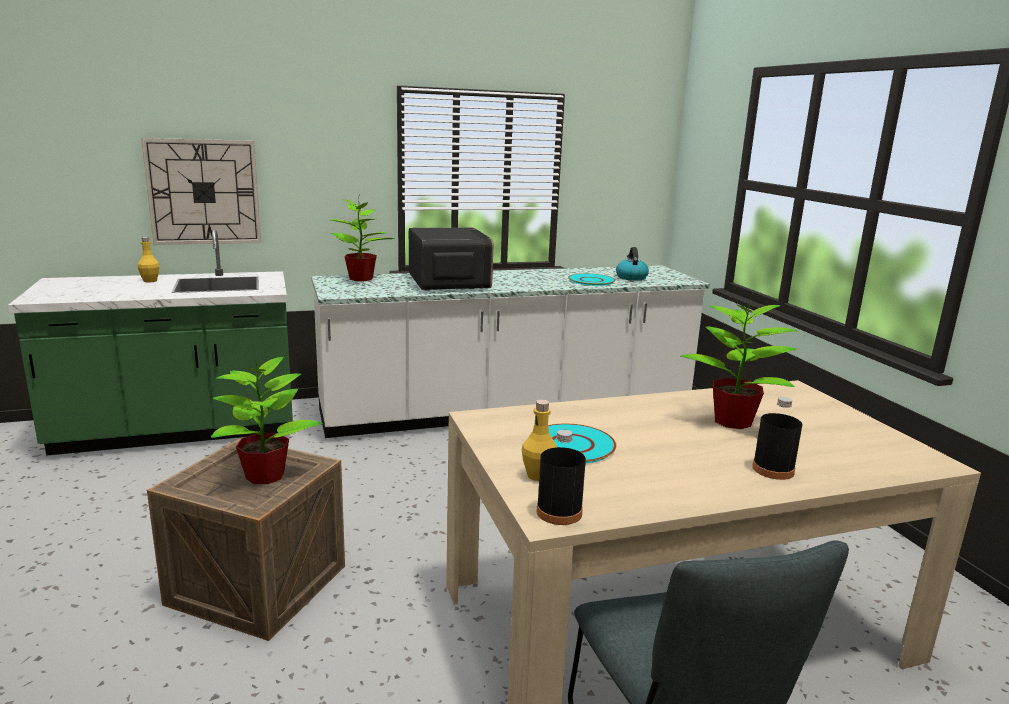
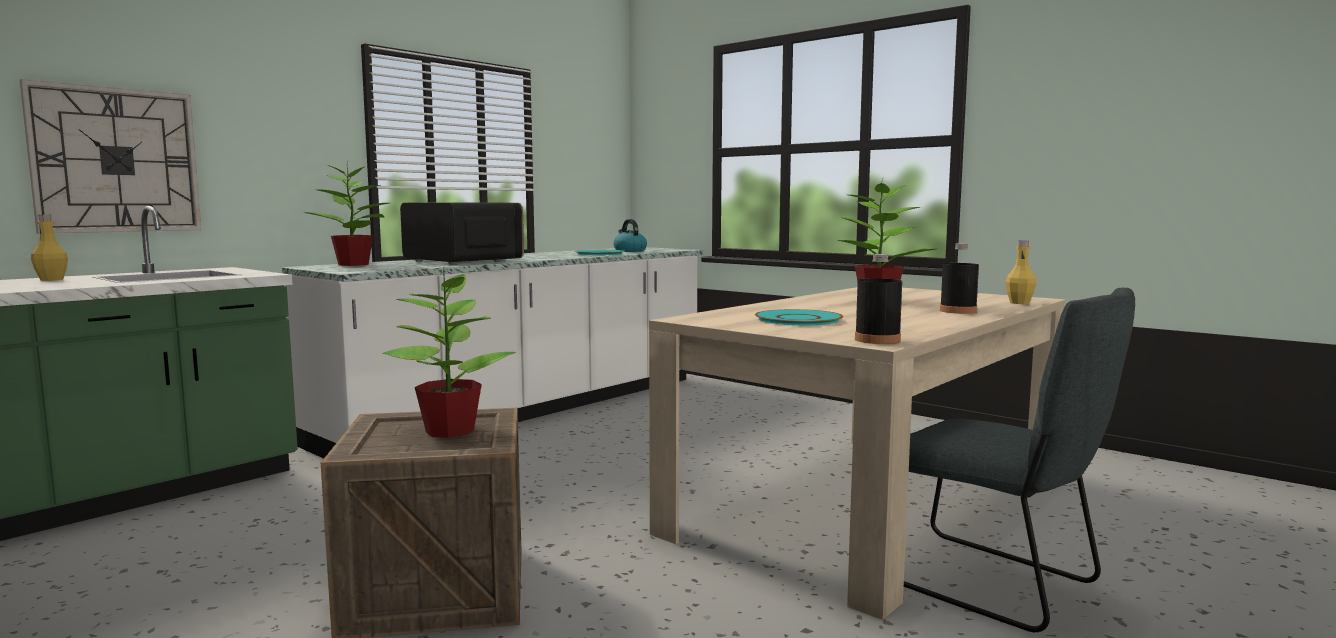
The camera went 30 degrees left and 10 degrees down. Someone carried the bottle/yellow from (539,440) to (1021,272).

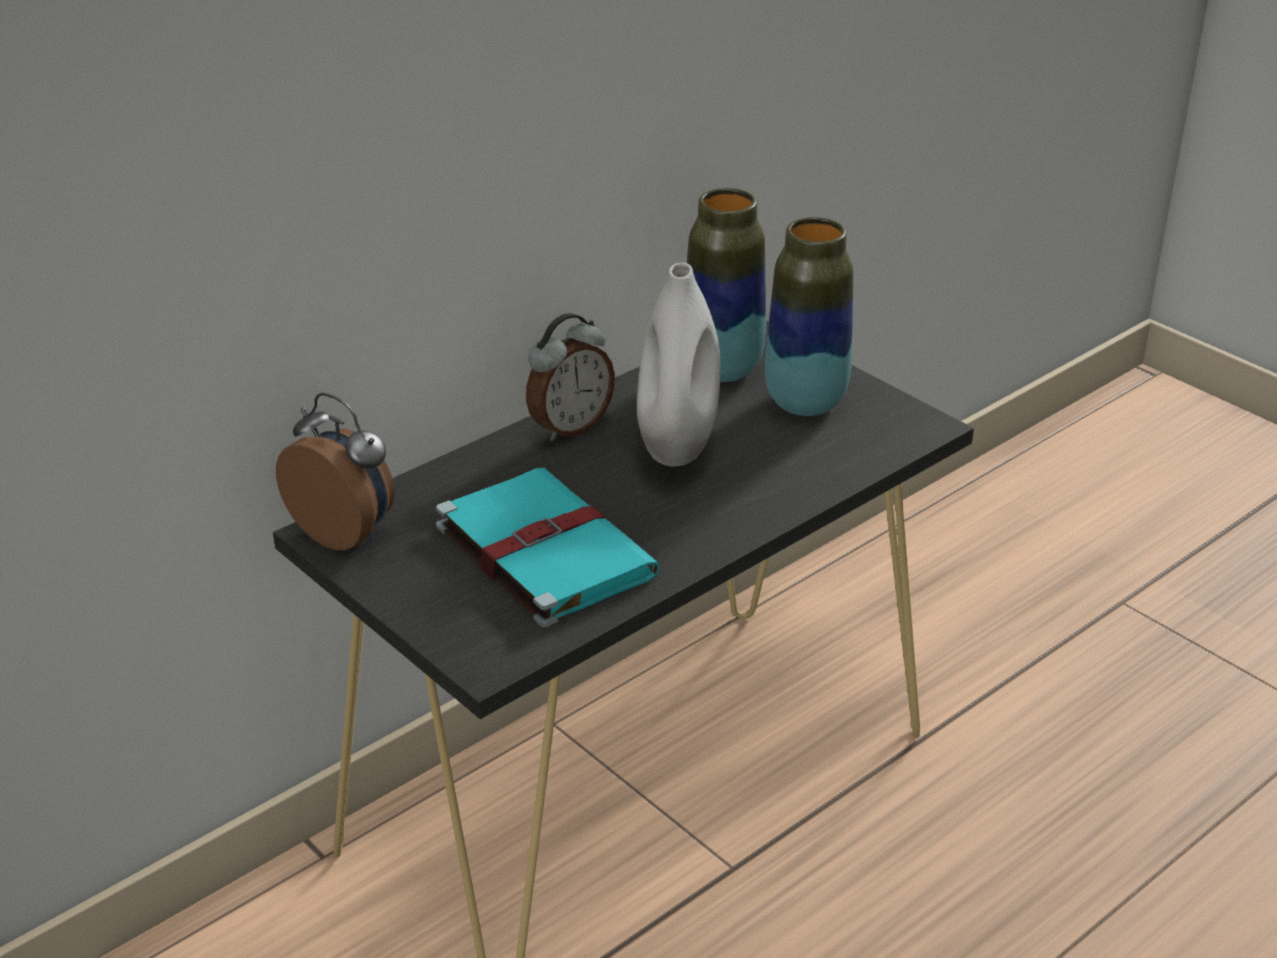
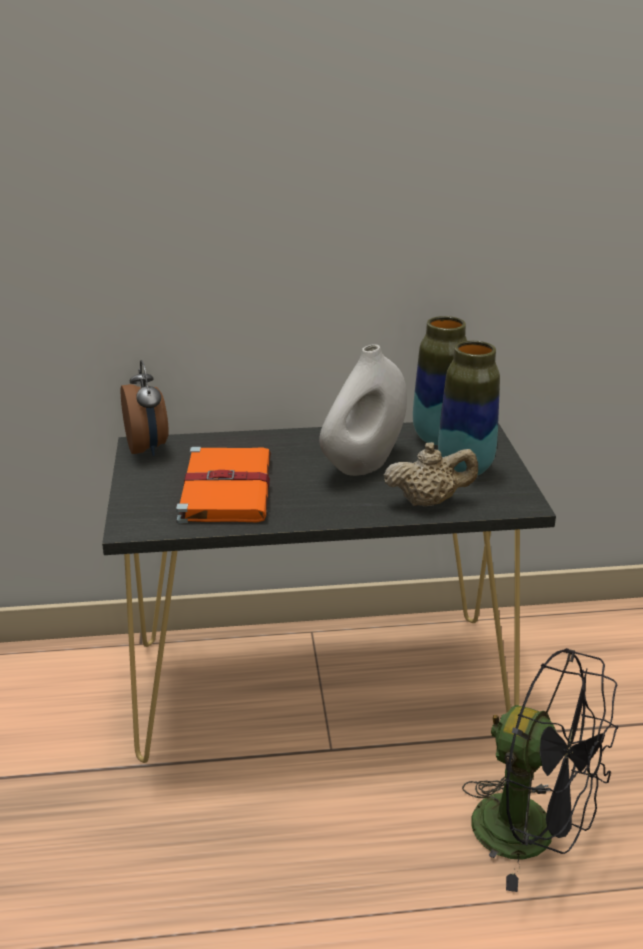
The camera went 35 degrees right and 5 degrees down. Someone took away the alarm clock at (570,377). Someone repainted the book/turquoise at (548,547), which became the book/orange at (223,485). Someone put down the teapot/beige at (431,474). Someone put down the fan/black at (540,770).

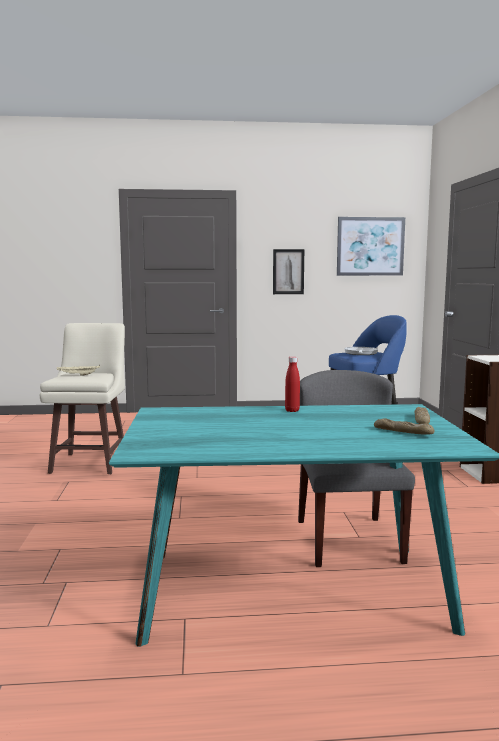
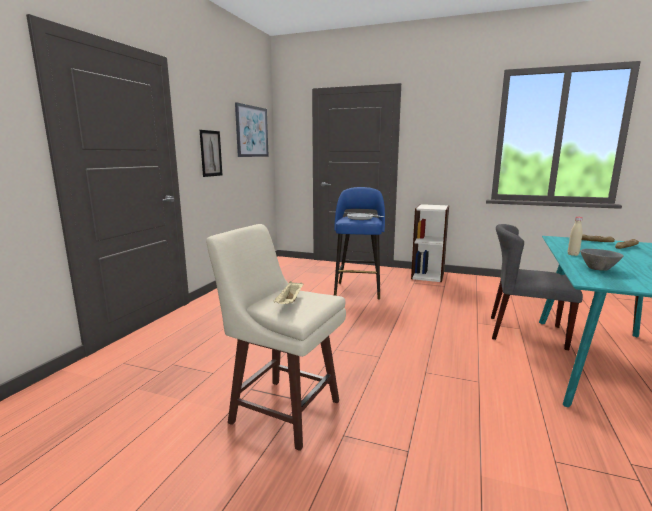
The camera went 65 degrees left and 5 degrees up. Someone repainted the bottle/red at (292,384), which became the bottle/beige at (575,236). Someone put down the bowl/grey at (602,260).

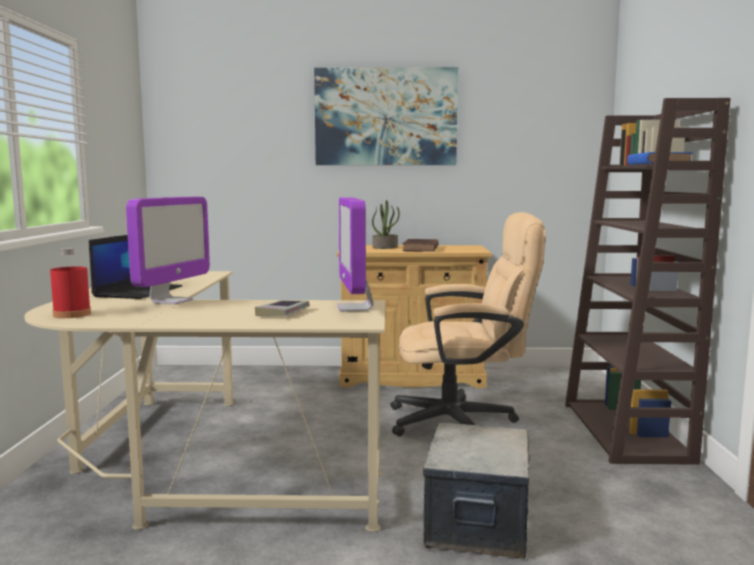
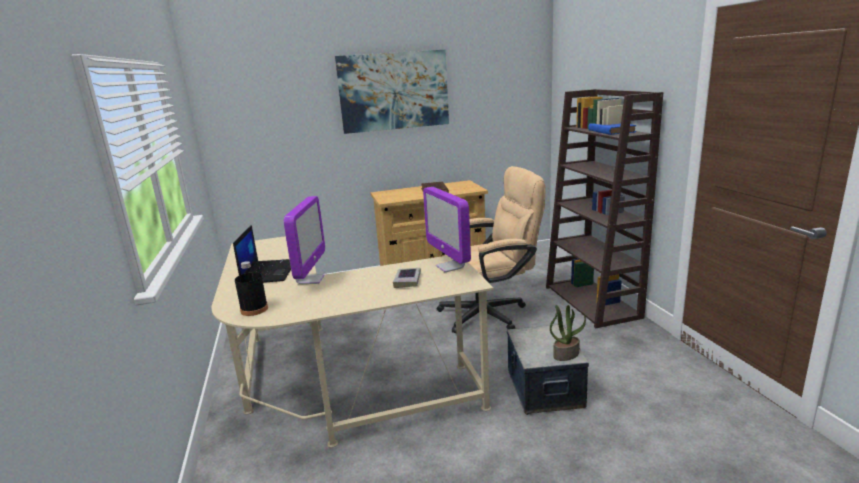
The camera went 15 degrees left and 10 degrees up. Someone carried the potted plant from (386,224) to (568,333). Someone repainted the bottle/red at (70,283), which became the bottle/black at (251,288).

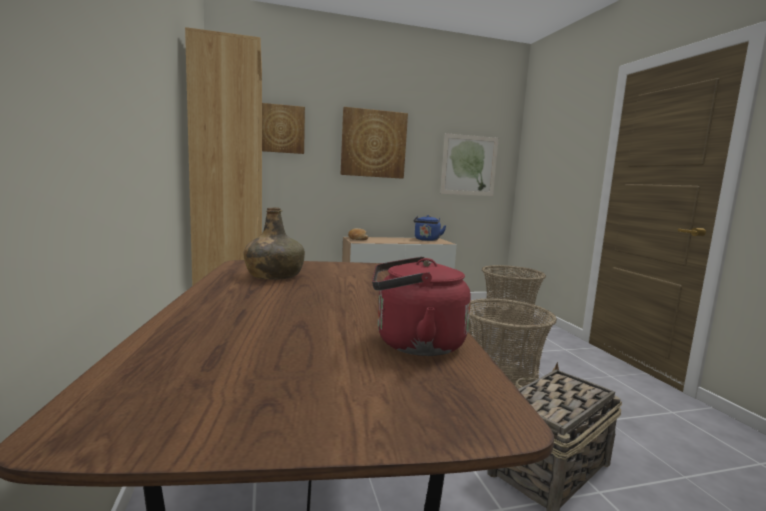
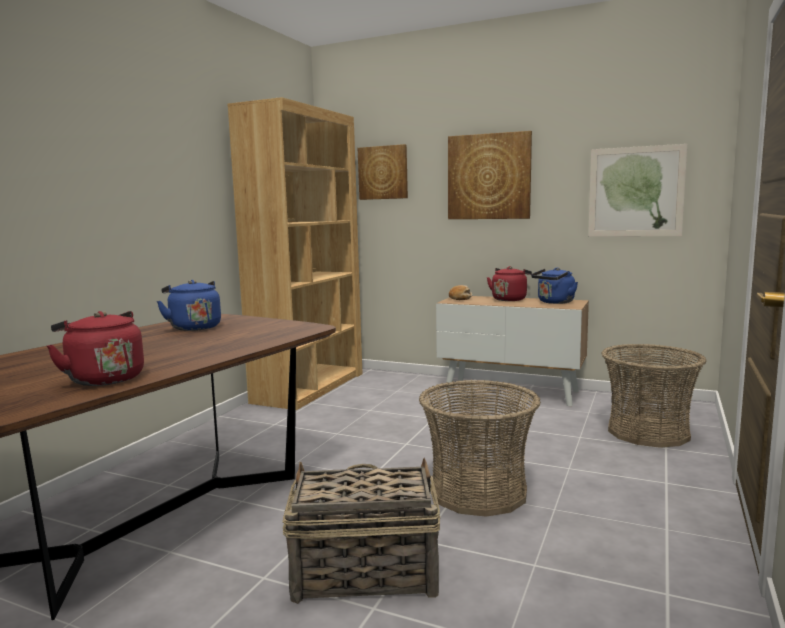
The camera went 40 degrees right and 0 degrees up. Someone swapped the bottle/green at (274,244) for the kettle/blue at (189,305). Someone put down the kettle/red at (509,283).

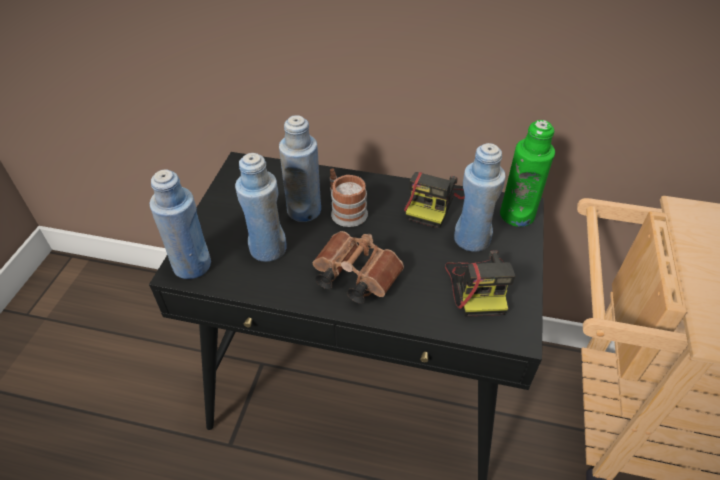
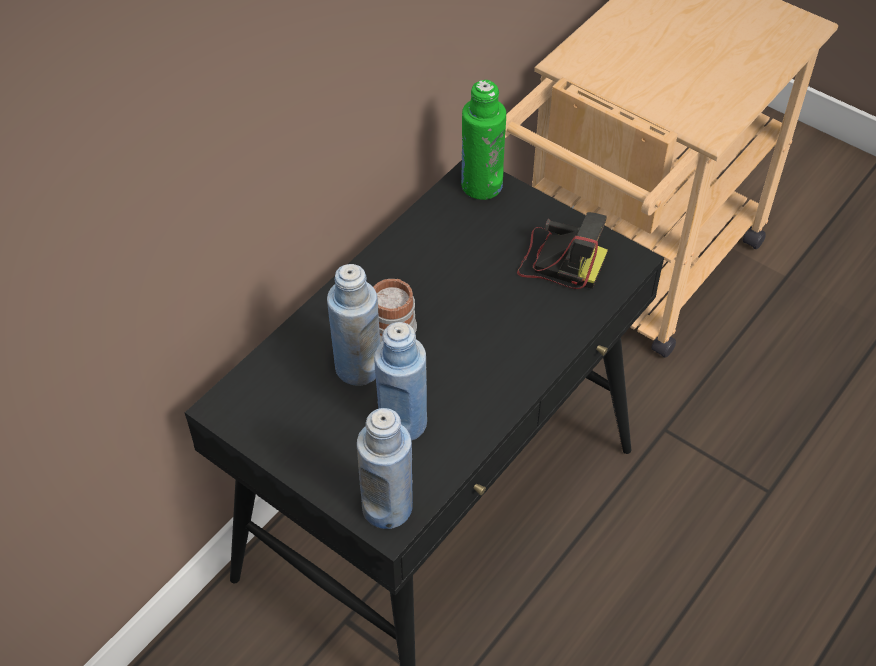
The camera went 65 degrees left and 5 degrees up. Someone took away the bottle/blue at (480,197). Someone took away the photo camera at (434,200). Someone took away the binoculars/brown at (358,267).

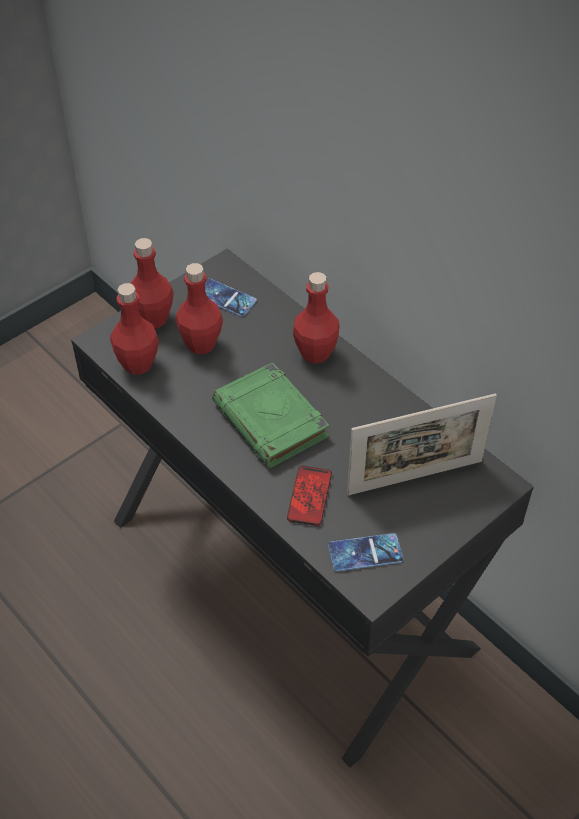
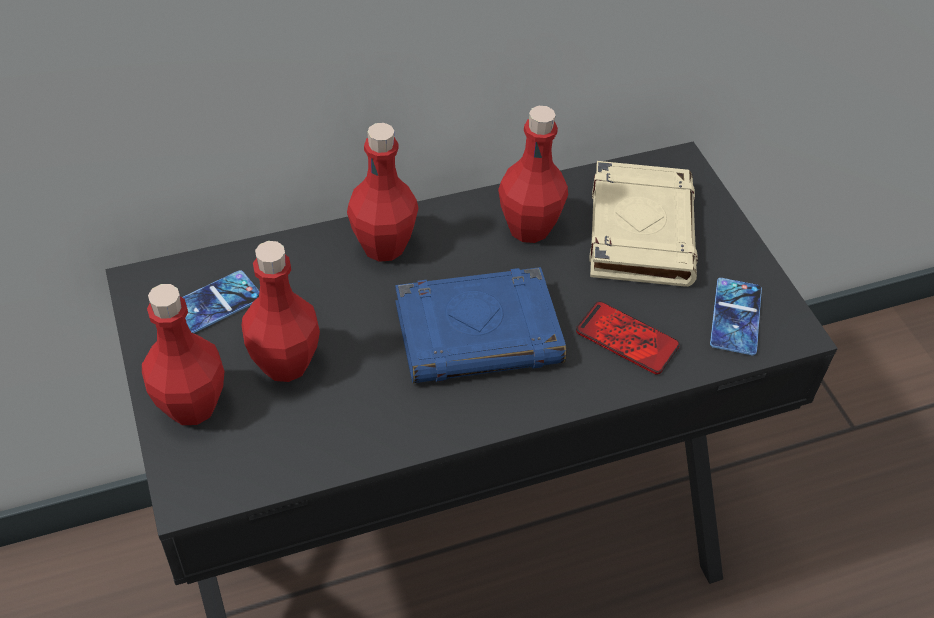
The camera went 70 degrees left and 0 degrees up. Someone carried the bottle/red from (134,328) to (533,174). Someone repainted the book/green at (271,415), which became the book/blue at (481,325). Someone swapped the picture frame at (422,444) for the book/beige at (643,224).

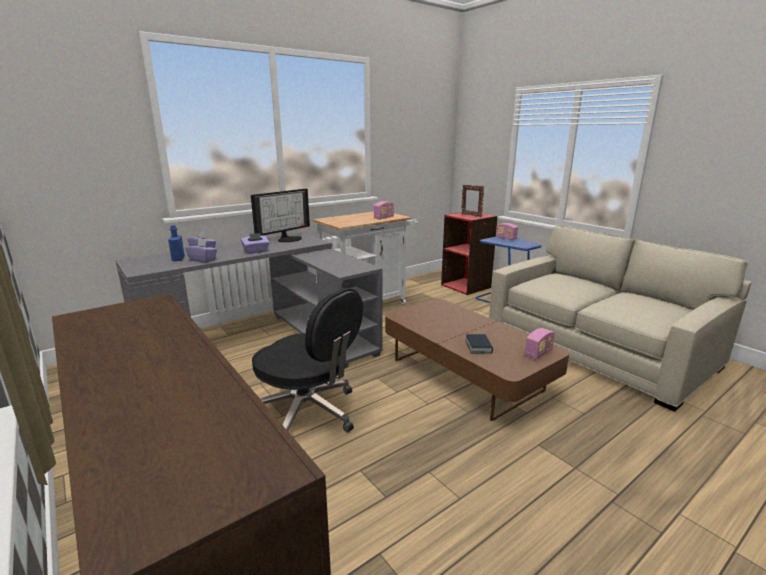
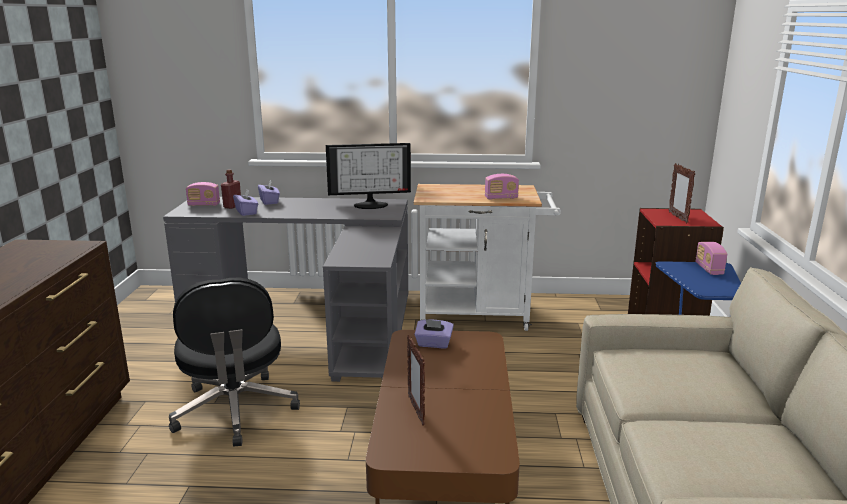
The camera went 40 degrees right and 0 degrees up. Someone repainted the bottle/blue at (176,243), which became the bottle/red at (231,189). Someone carried the tissue box/purple from (255,243) to (434,333). Someone carried the radio from (540,343) to (203,194). Someone swapped the book at (479,344) for the picture frame at (416,380).

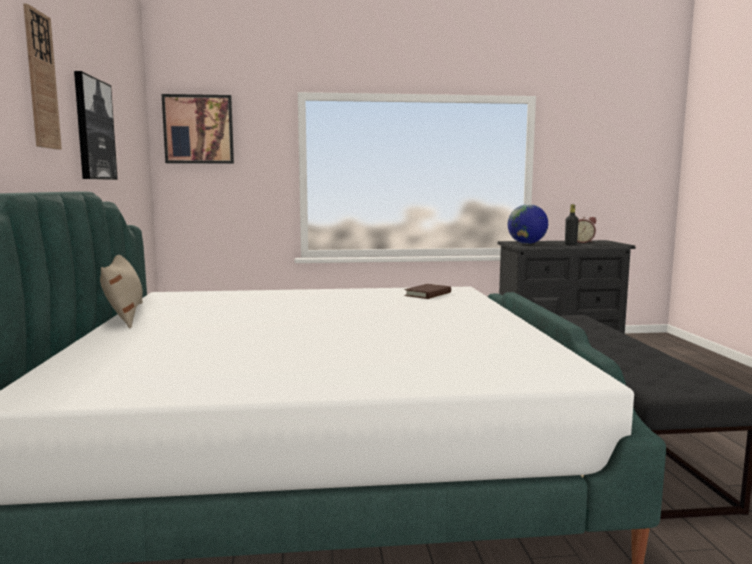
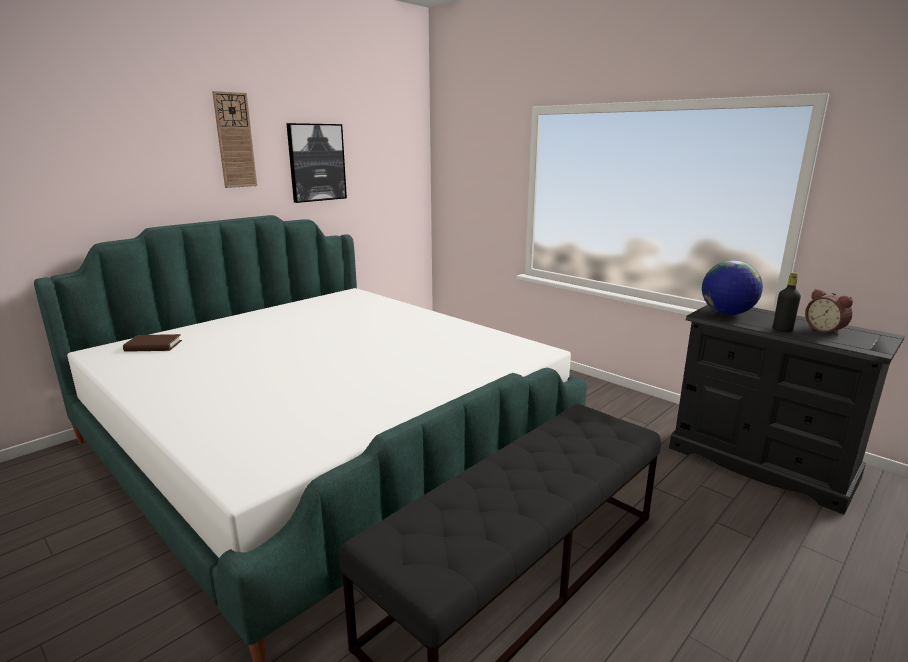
The camera went 50 degrees right and 10 degrees up. Someone took away the picture at (198,129). Someone took away the pillow/beige at (121,292). Someone carried the book/brown from (428,291) to (152,343).

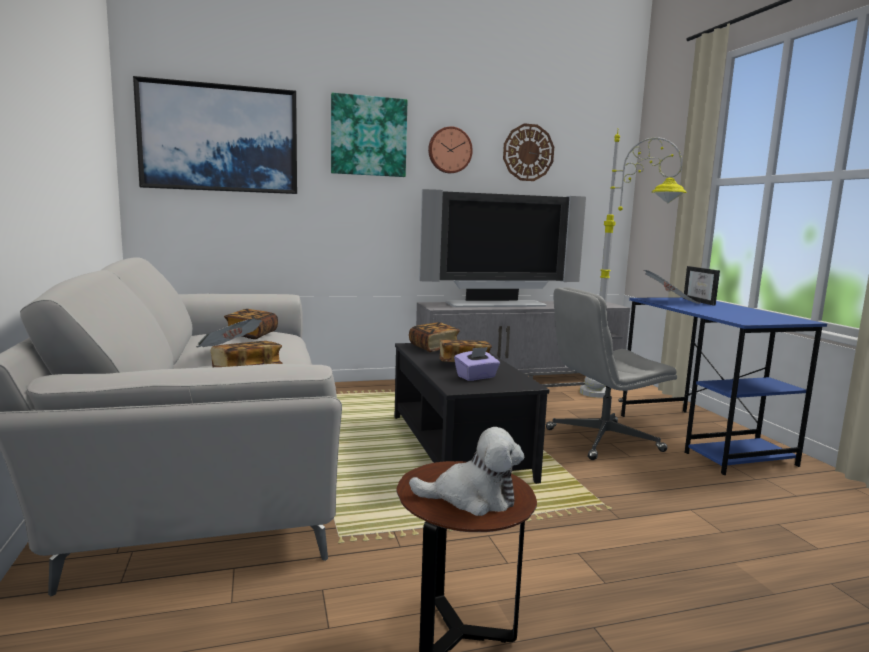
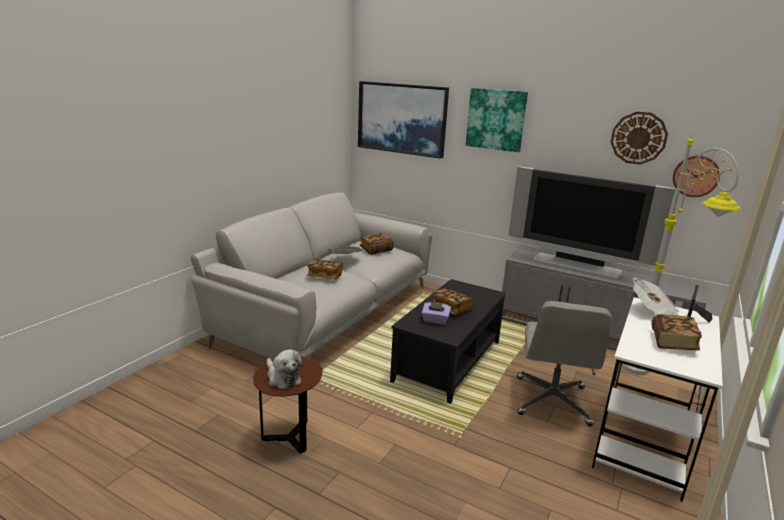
The camera went 45 degrees right and 10 degrees up. Someone carried the wall clock from (450,149) to (696,176). Someone rotated the office chair/grey at (611,373) by 105 degrees counterclockwise. Someone repainted the desk/blue at (724,386), which became the desk/white at (657,399). Someone carried the book from (434,337) to (677,332).

